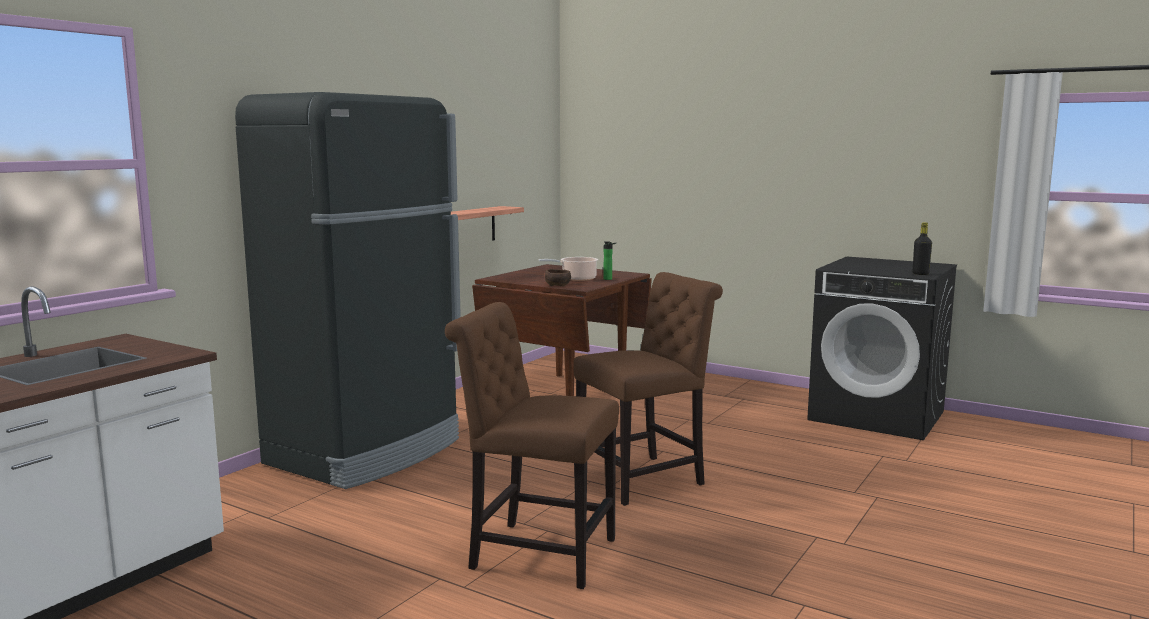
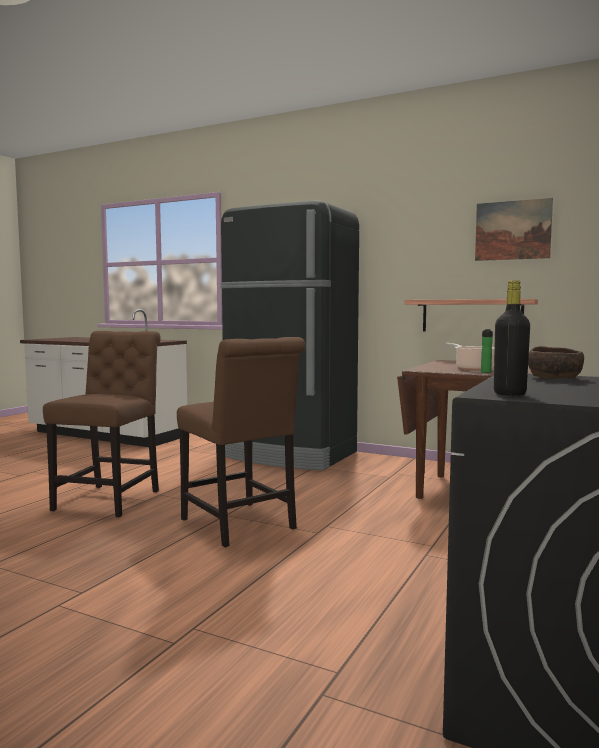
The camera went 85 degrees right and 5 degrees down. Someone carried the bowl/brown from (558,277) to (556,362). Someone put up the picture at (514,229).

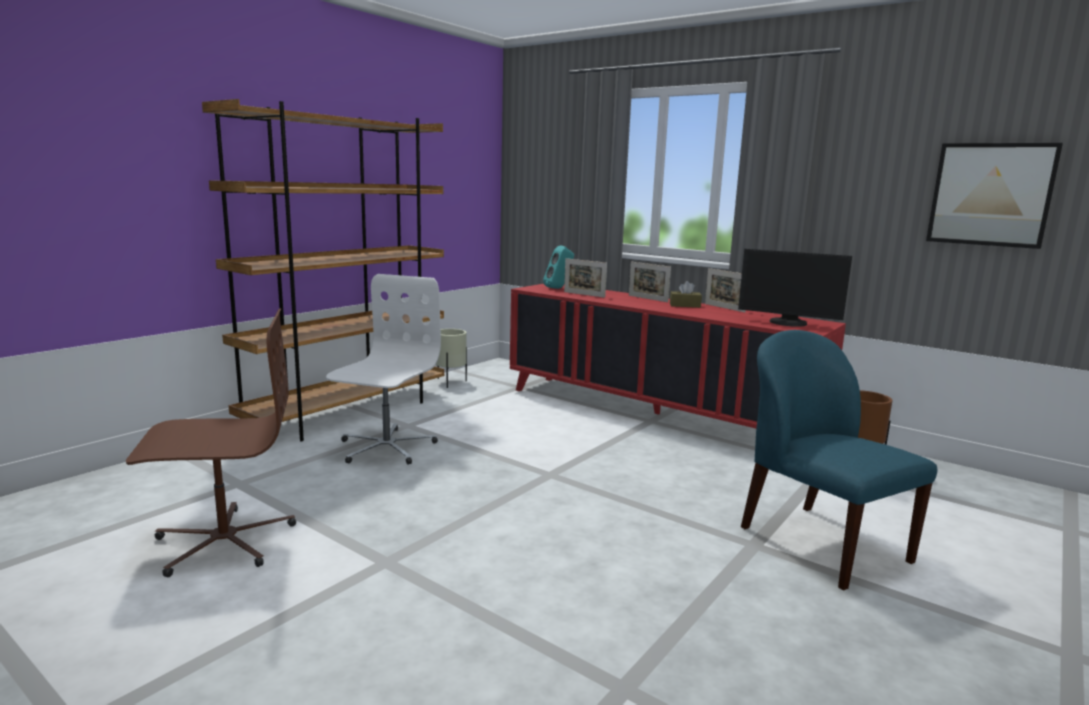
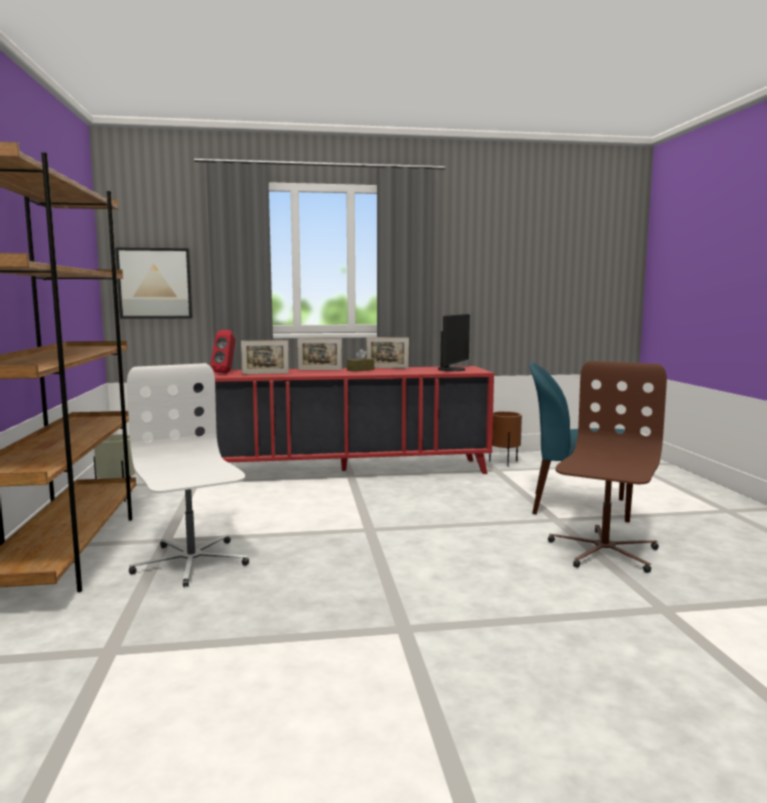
The camera went 45 degrees left and 5 degrees down. Someone carried the picture from (994,196) to (154,283). Someone repainted the speaker/turquoise at (558,267), which became the speaker/red at (223,351). Someone rotated the monitor at (795,288) by 45 degrees counterclockwise. Someone carried the office chair/brown from (211,442) to (607,467).

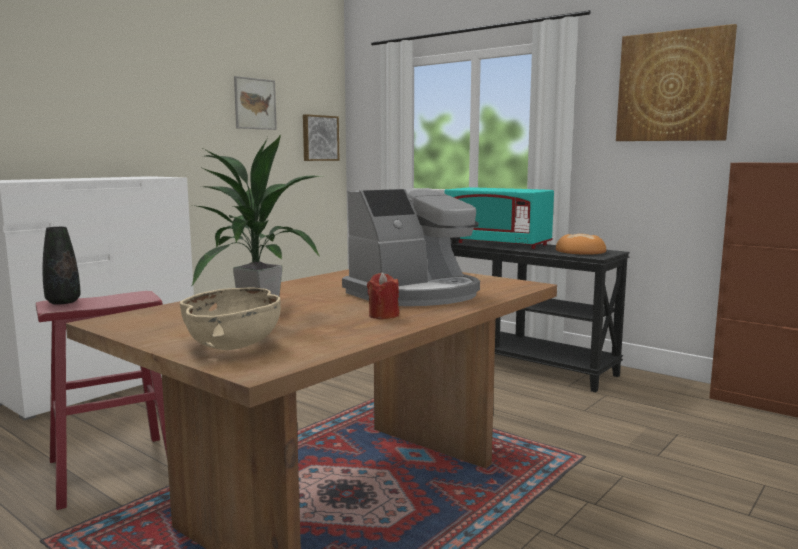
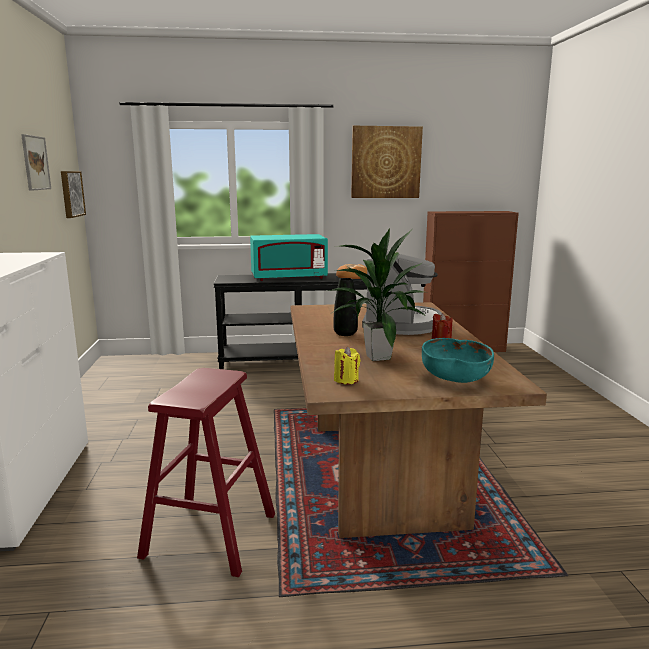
The camera went 45 degrees left and 5 degrees up. Someone carried the vase/black from (62,266) to (346,307). Someone repainted the bowl/beige at (230,318), which became the bowl/turquoise at (458,360). Someone put down the candle/yellow at (347,365).

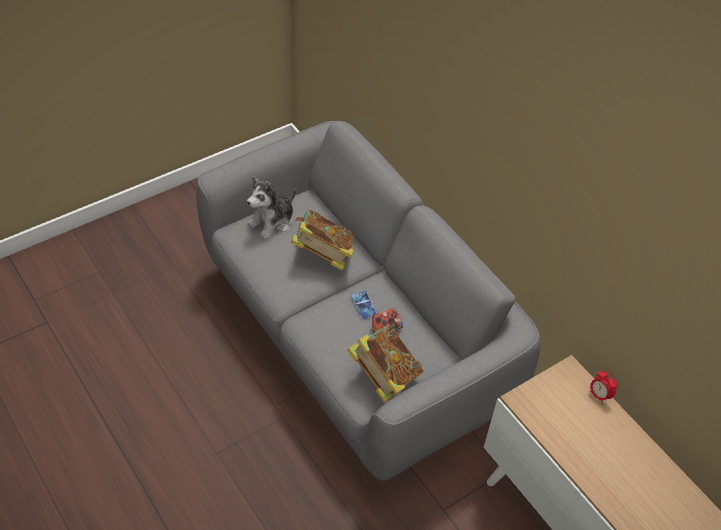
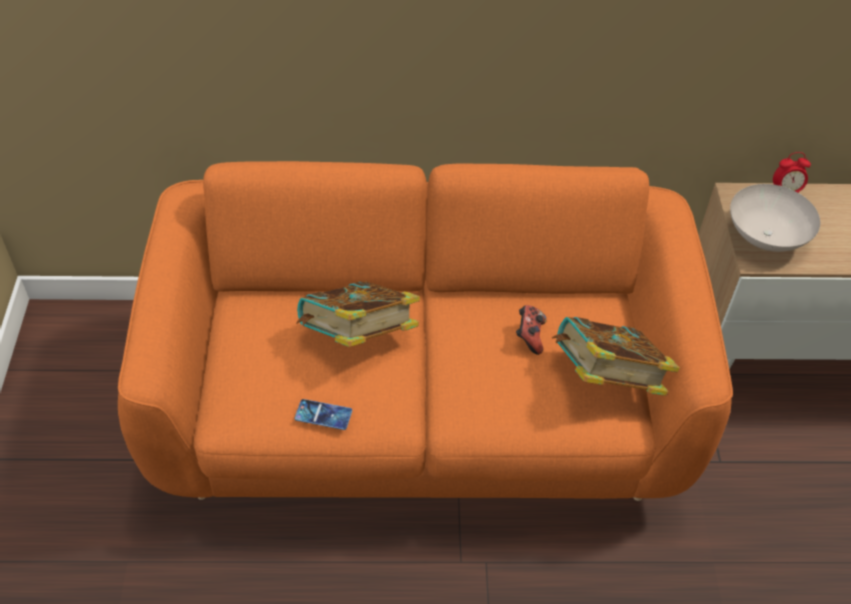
The camera went 55 degrees left and 0 degrees up. Someone repainted the sofa/grey at (368,301), which became the sofa/orange at (425,331). Someone took away the plush toy at (271,207). Someone carried the phone from (364,305) to (323,414). Someone put down the bowl/white at (775,218).

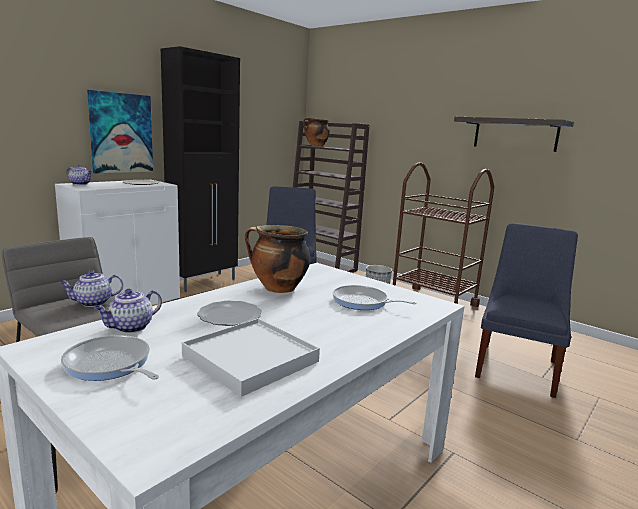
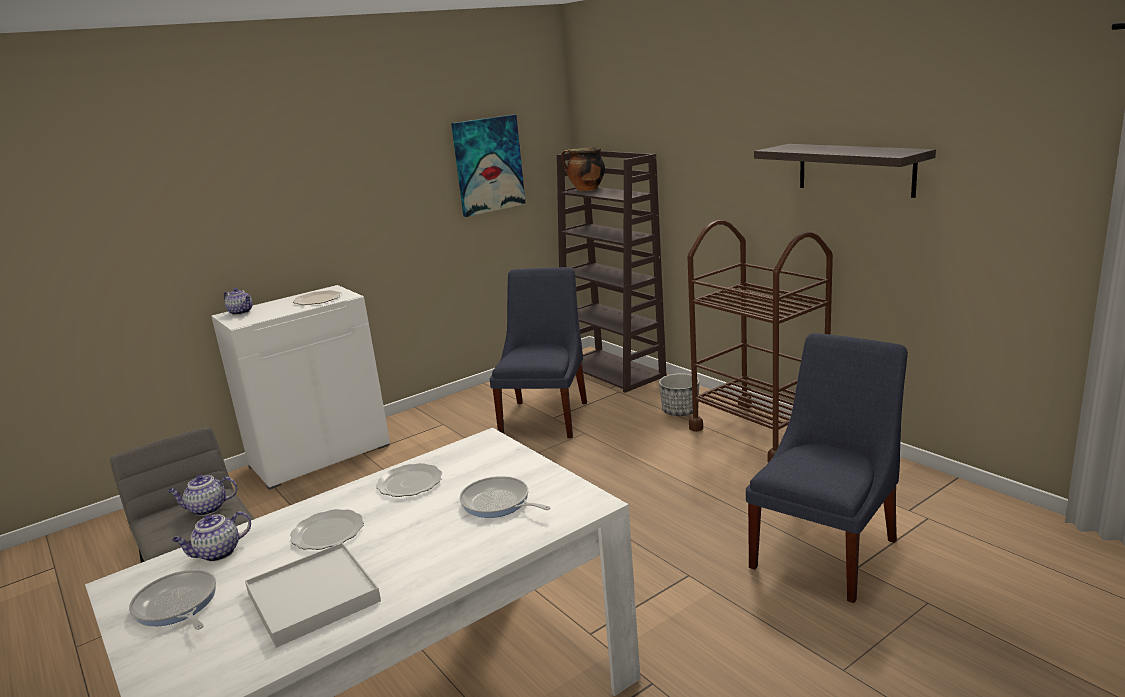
The camera went 15 degrees right and 5 degrees up. Someone took away the cabinet/black at (200,169). Someone carried the picture from (120,132) to (488,166). Someone swapped the cooking pot at (277,259) for the plate at (409,480).

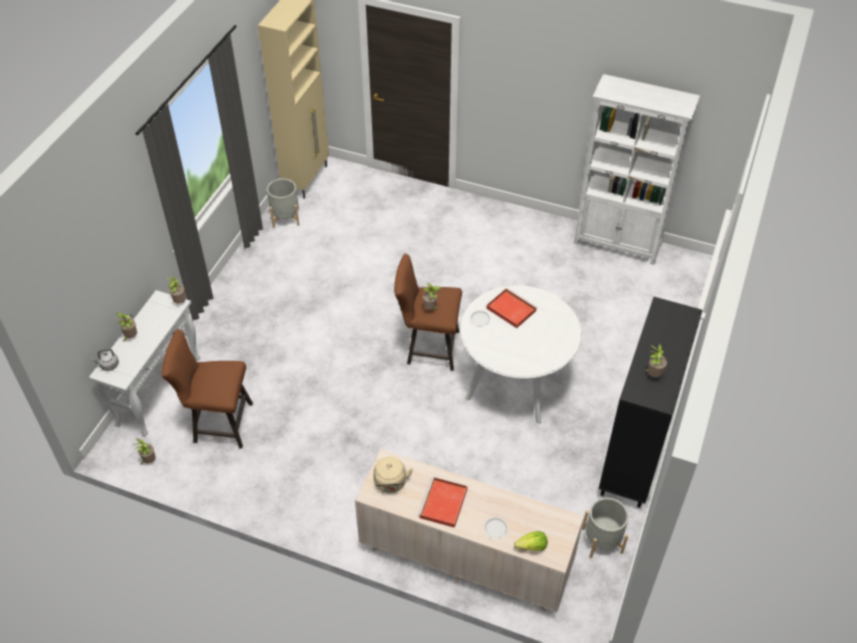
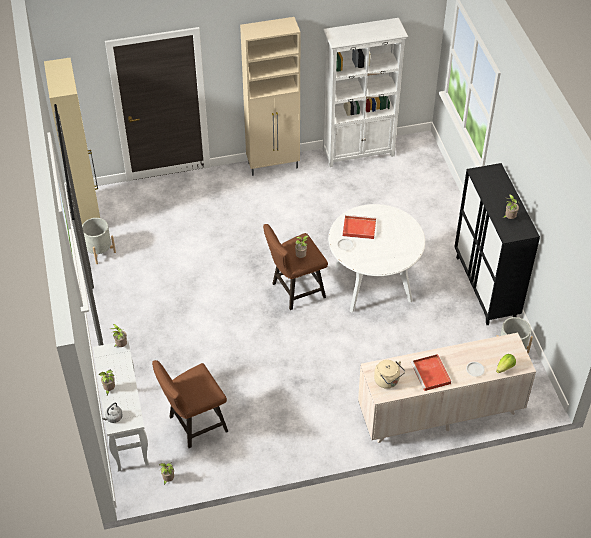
The camera went 35 degrees left and 0 degrees up. Someone put down the cabinet/beige at (270,96).

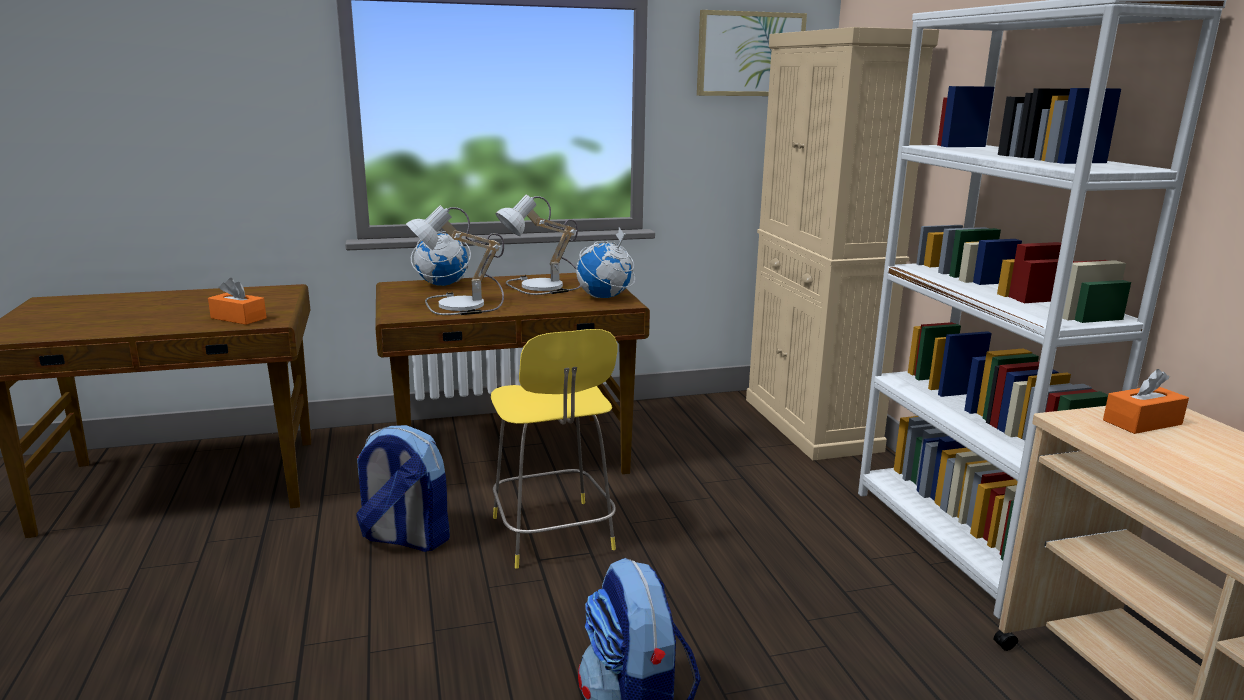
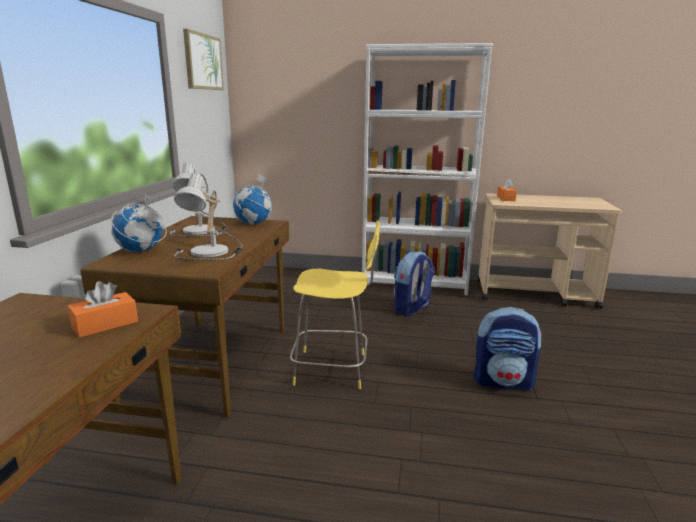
The camera went 65 degrees left and 0 degrees up. Someone took away the cabinet/beige at (842,243). Someone carried the backpack from (403,488) to (414,283).

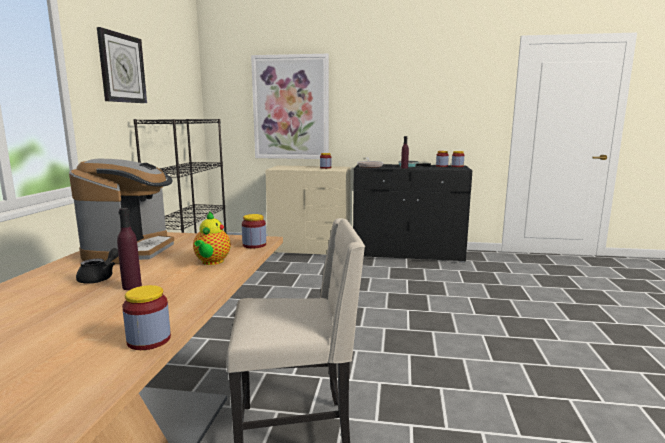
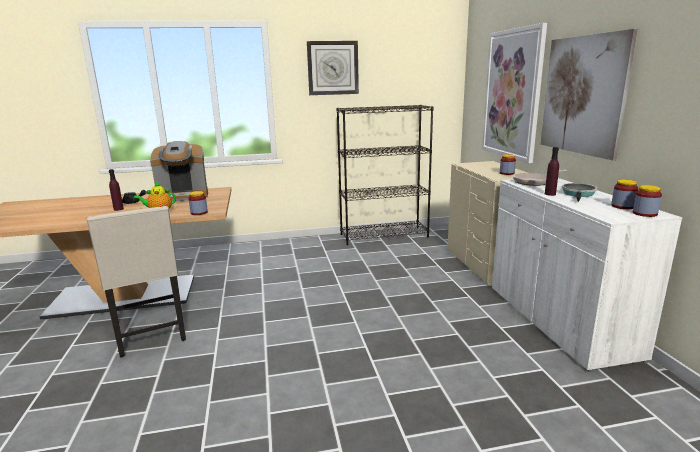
The camera went 70 degrees right and 5 degrees up. Someone repainted the cabinet/black at (412,213), which became the cabinet/white at (587,275). Someone took away the jar at (146,317). Someone put up the picture at (589,95).

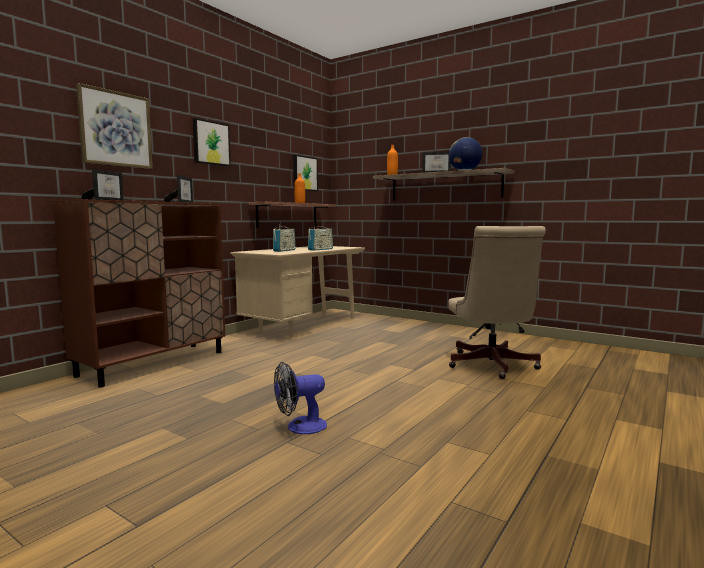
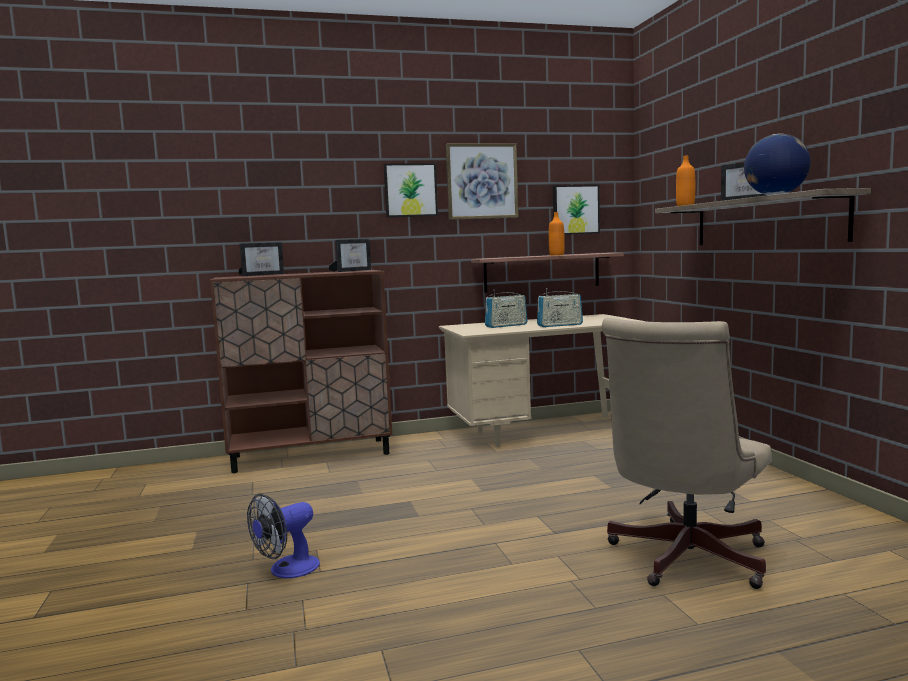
The camera went 40 degrees right and 0 degrees up. Someone carried the picture from (114,126) to (482,182). Someone rotated the fan at (300,398) by 60 degrees counterclockwise.

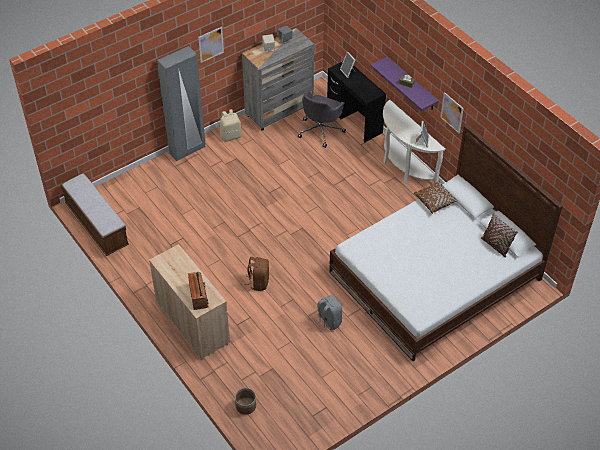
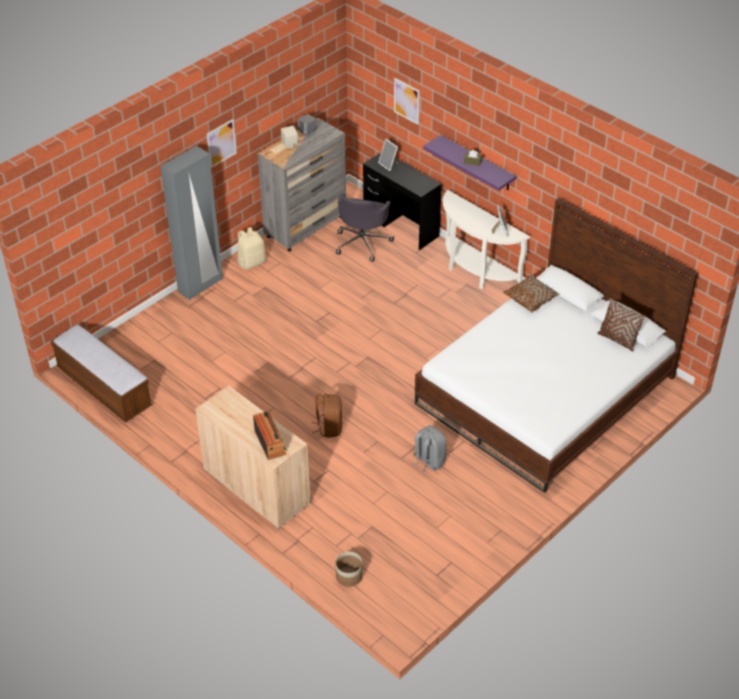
The camera went 10 degrees left and 5 degrees down. Someone carried the picture from (452,112) to (407,101).

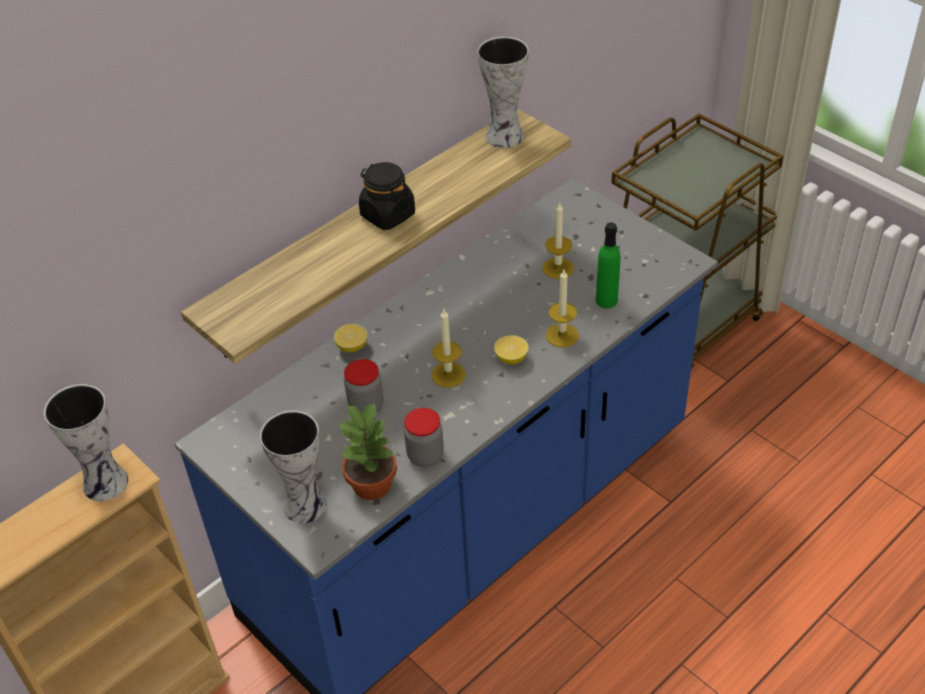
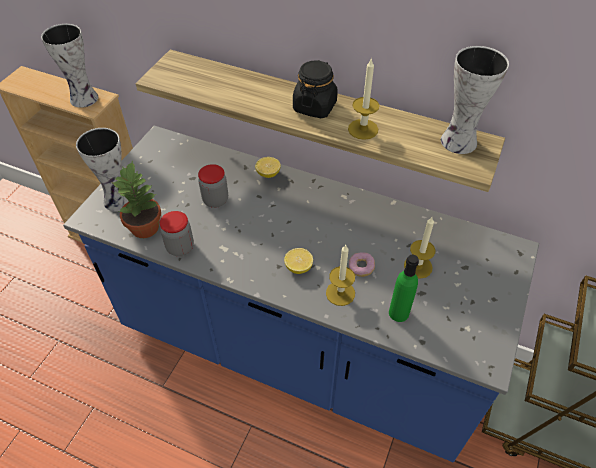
The camera went 65 degrees right and 5 degrees up. Someone carried the candle from (449,349) to (363,99). Someone put down the donut at (362,264).

